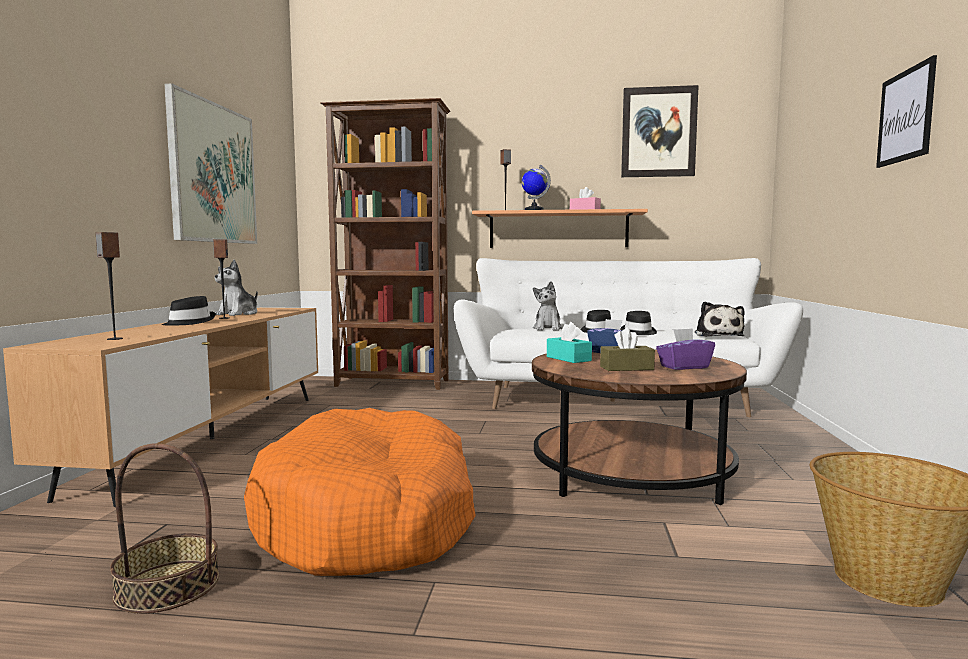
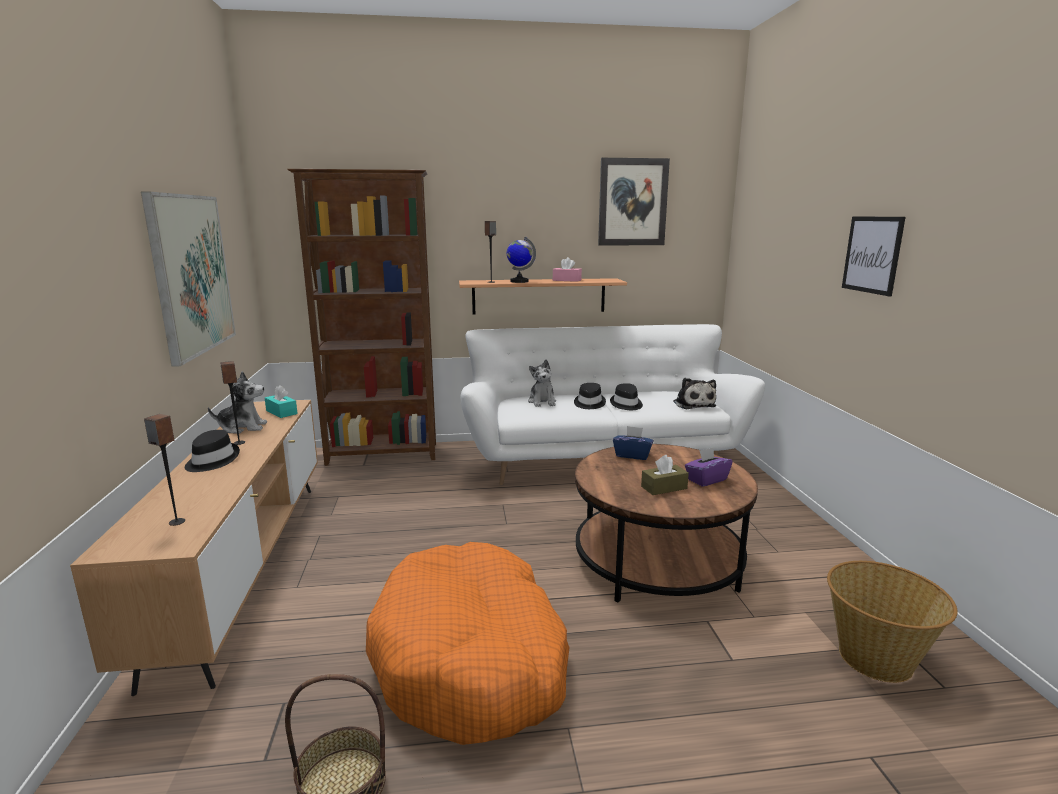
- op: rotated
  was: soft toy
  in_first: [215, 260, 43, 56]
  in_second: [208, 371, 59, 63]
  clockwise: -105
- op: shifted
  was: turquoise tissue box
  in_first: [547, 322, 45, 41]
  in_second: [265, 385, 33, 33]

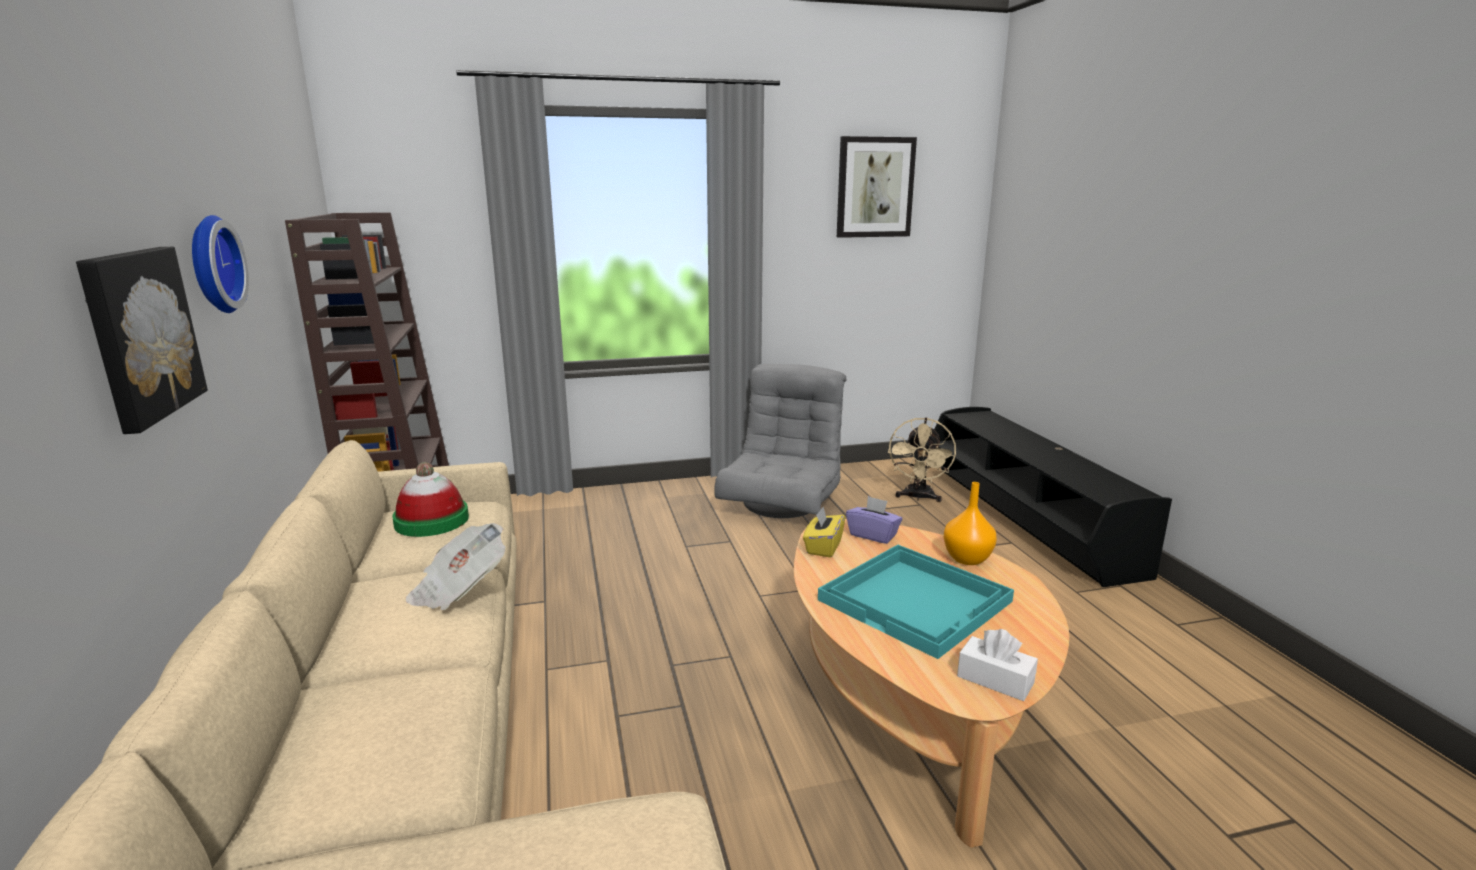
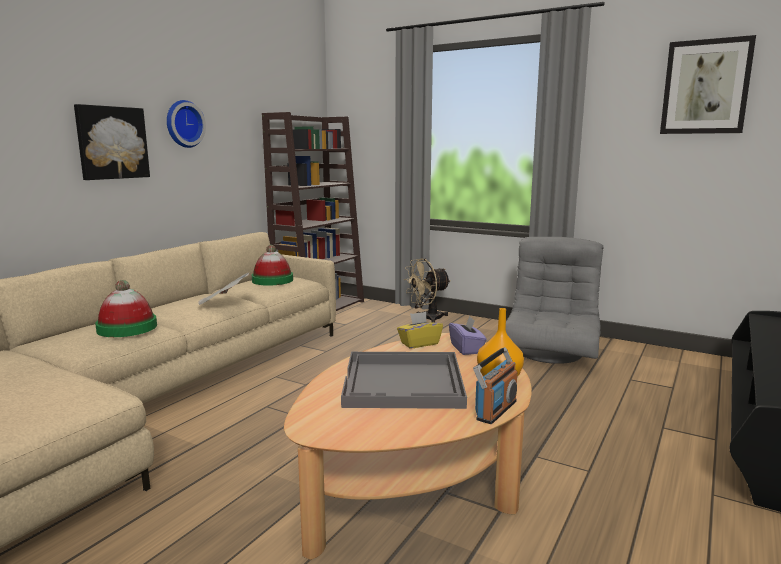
- op: new
  now: clothing hat
  in_second: [95, 280, 62, 57]
- op: repainted
  was: turquoise serving tray
  now: greyish serving tray
  in_first: [818, 545, 196, 114]
  in_second: [341, 352, 126, 57]
- op: shifted
  was: beige fan
  in_first: [888, 417, 68, 85]
  in_second: [404, 258, 46, 65]
- op: new
  now: radio receiver
  in_second: [473, 347, 44, 77]
- op: rotated
  was: greyish armchair
  in_first: [714, 364, 133, 154]
  in_second: [506, 237, 97, 127]
  clockwise: -45
- op: gone
  was: white tissue box
  in_first: [957, 629, 81, 72]

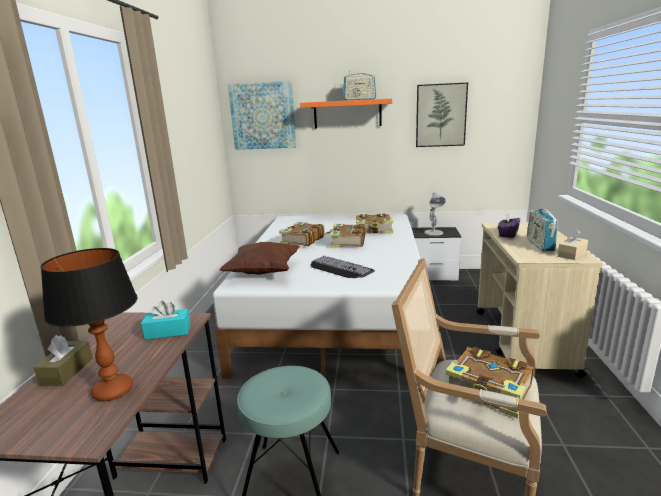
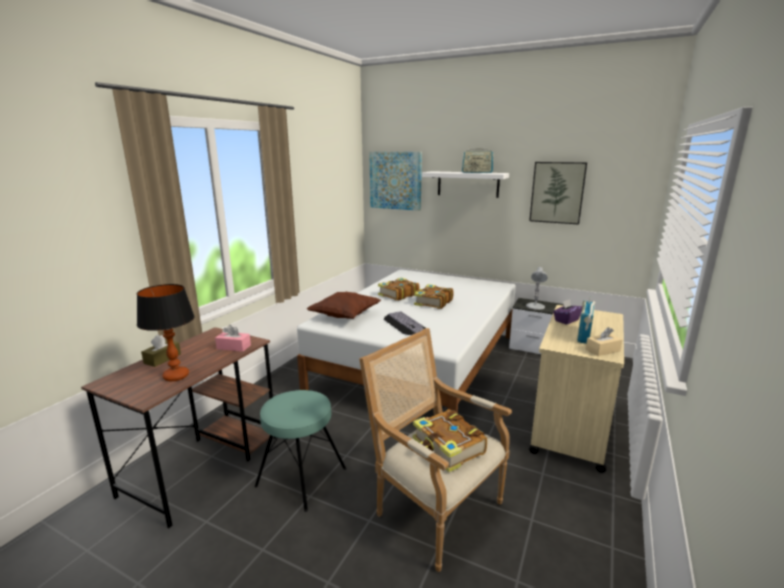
- op: repainted
  was: turquoise tissue box
  now: pinkish tissue box
  in_first: [141, 301, 50, 39]
  in_second: [215, 325, 36, 27]
- op: repainted
  was: orangey wall shelf
  now: white wall shelf
  in_first: [300, 99, 92, 29]
  in_second: [422, 171, 87, 27]
- op: gone
  was: volume
  in_first: [356, 213, 37, 21]

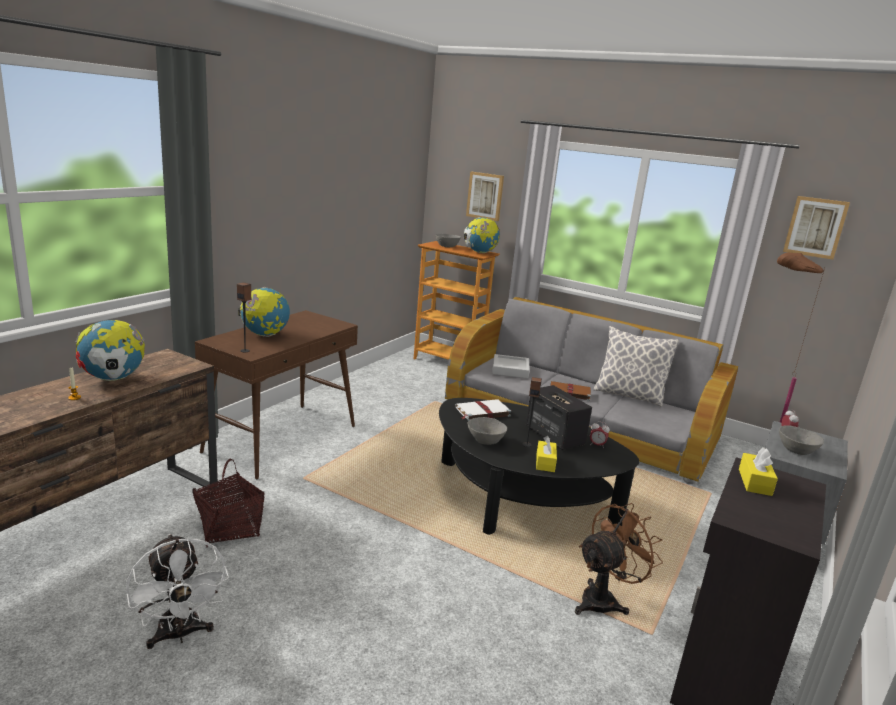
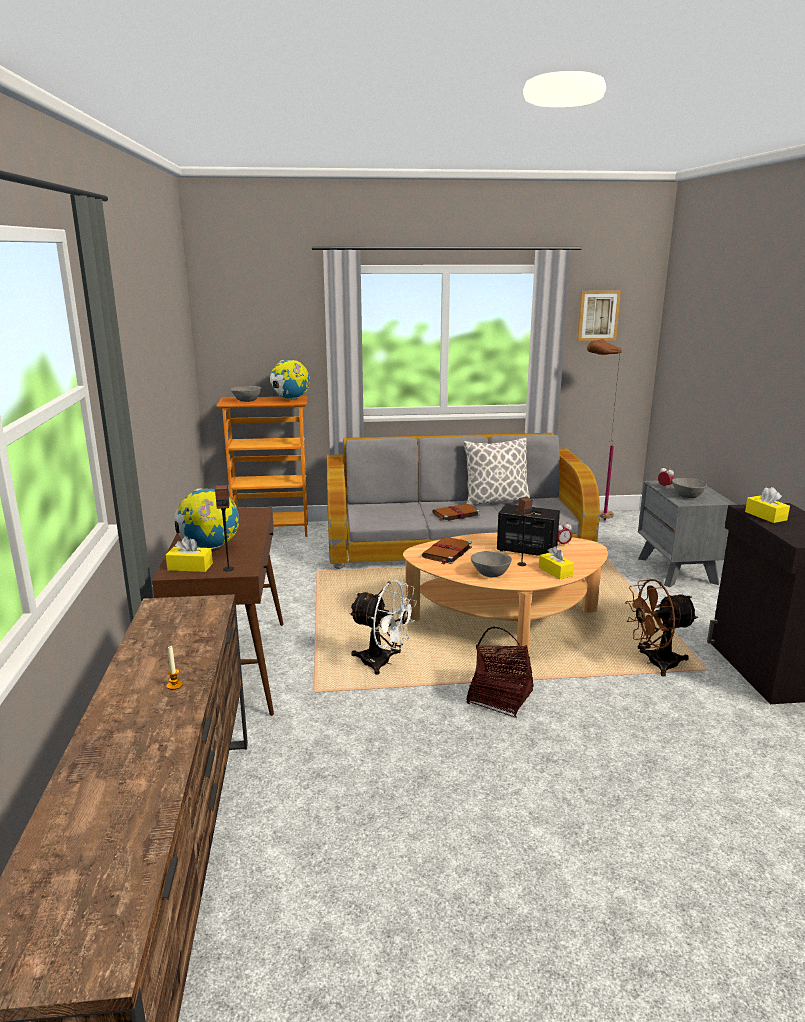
- op: new
  now: yellow tissue box
  in_second: [166, 536, 47, 36]
- op: shifted
  was: white fan
  in_first: [126, 534, 103, 115]
  in_second: [349, 580, 68, 95]
- op: repainted
  was: black coffee table
  now: beige coffee table
  in_first: [439, 398, 200, 137]
  in_second: [403, 533, 205, 125]
- op: repainted
  was: white volume
  now: brown-coloured volume
  in_first: [456, 399, 55, 22]
  in_second: [422, 537, 50, 27]
- op: shifted
  was: household basket
  in_first: [192, 459, 73, 89]
  in_second: [466, 627, 68, 91]
- op: rotated
  was: brown-coloured fan
  in_first: [575, 503, 88, 112]
  in_second: [625, 579, 73, 98]
  clockwise: -120
- op: gone
  was: world globe
  in_first: [76, 320, 69, 61]
- op: gone
  was: picture
  in_first: [466, 172, 38, 49]
- op: gone
  was: greyish serving tray
  in_first: [492, 354, 38, 24]

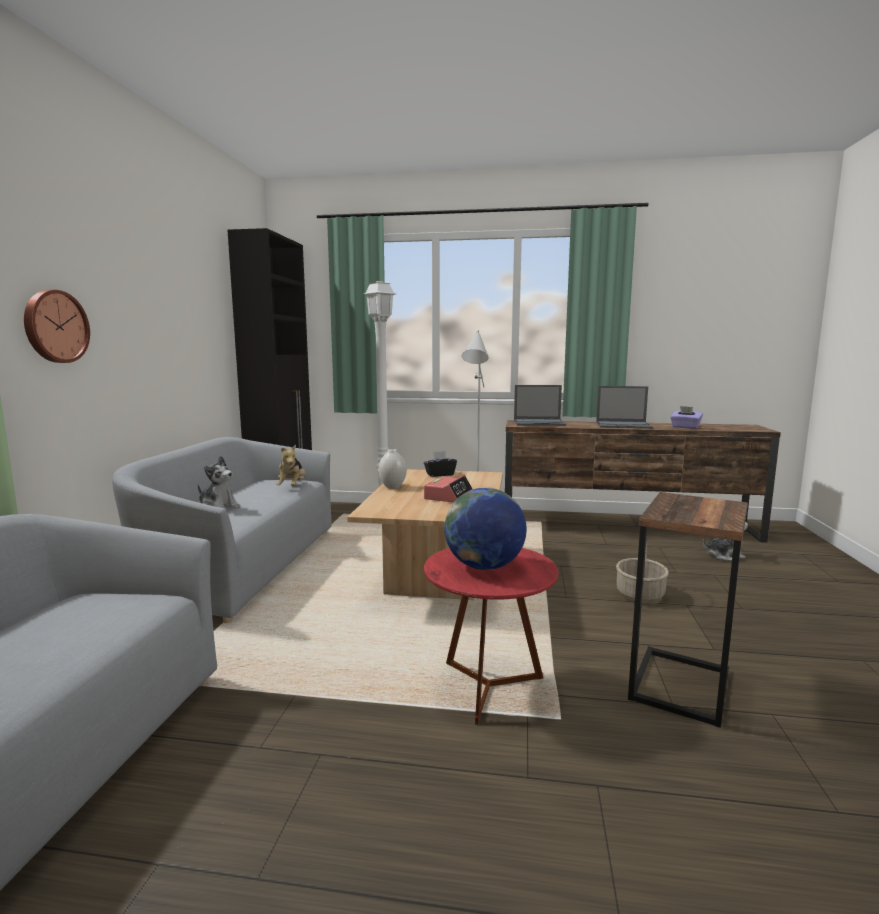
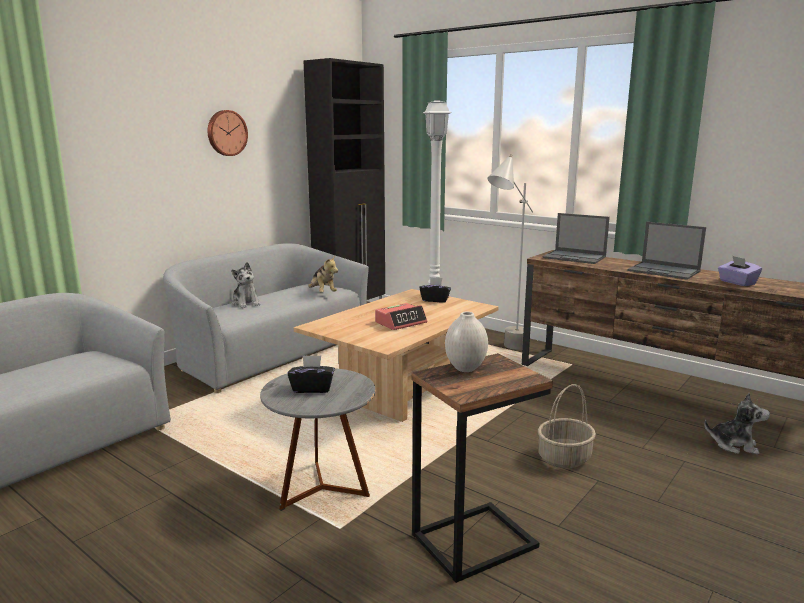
- op: shifted
  was: clock on the wall
  in_first: [24, 290, 66, 73]
  in_second: [208, 110, 40, 46]
- op: repainted
  was: red-coloured side table
  now: greyish side table
  in_first: [424, 548, 135, 177]
  in_second: [260, 368, 115, 143]
- op: swapped
  was: world globe
  now: black tissue box
  in_first: [444, 488, 83, 82]
  in_second: [288, 355, 47, 38]
- op: rotated
  was: soft toy
  in_first: [276, 445, 30, 41]
  in_second: [308, 256, 30, 36]
  clockwise: -60
- op: shifted
  was: white decorative vase
  in_first: [378, 449, 29, 40]
  in_second: [445, 312, 43, 60]

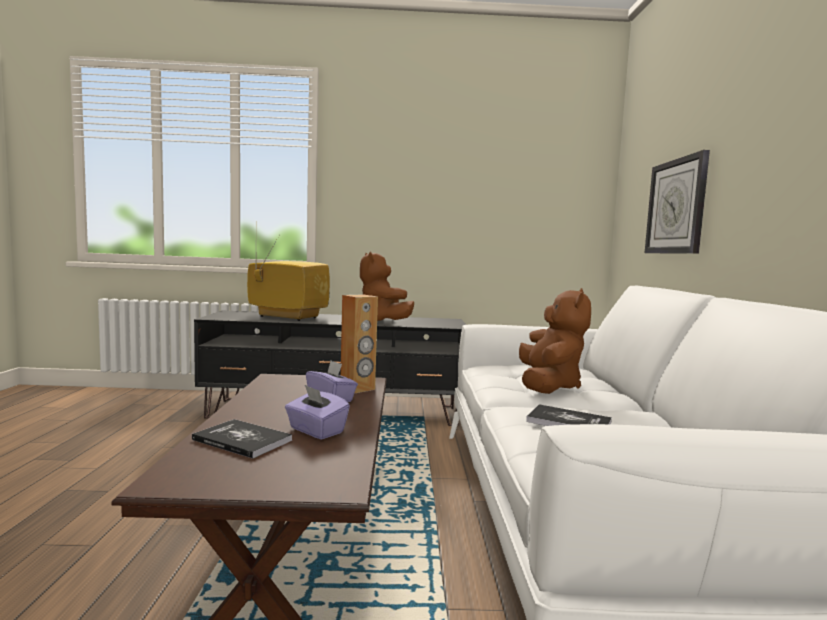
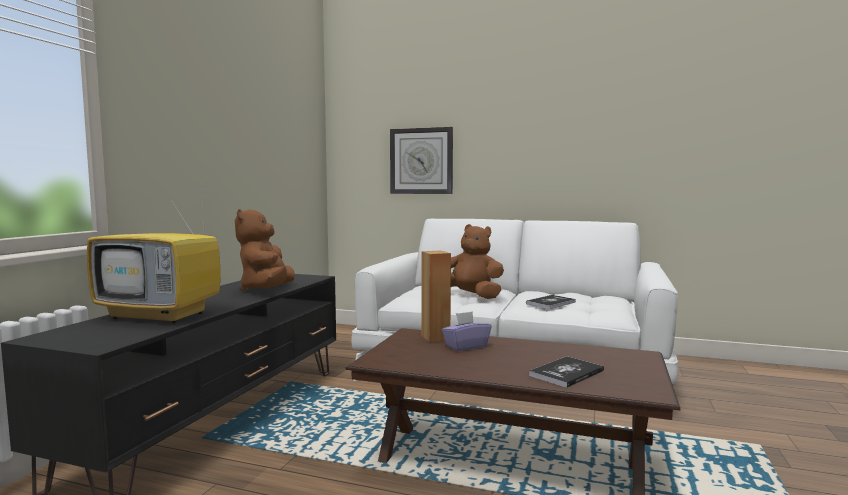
- op: rotated
  was: TV
  in_first: [247, 238, 83, 83]
  in_second: [87, 191, 133, 133]
  clockwise: -120
- op: rotated
  was: brown-coloured soft toy
  in_first: [360, 252, 54, 69]
  in_second: [235, 209, 60, 82]
  clockwise: 90
- op: gone
  was: purple tissue box
  in_first: [285, 385, 65, 55]

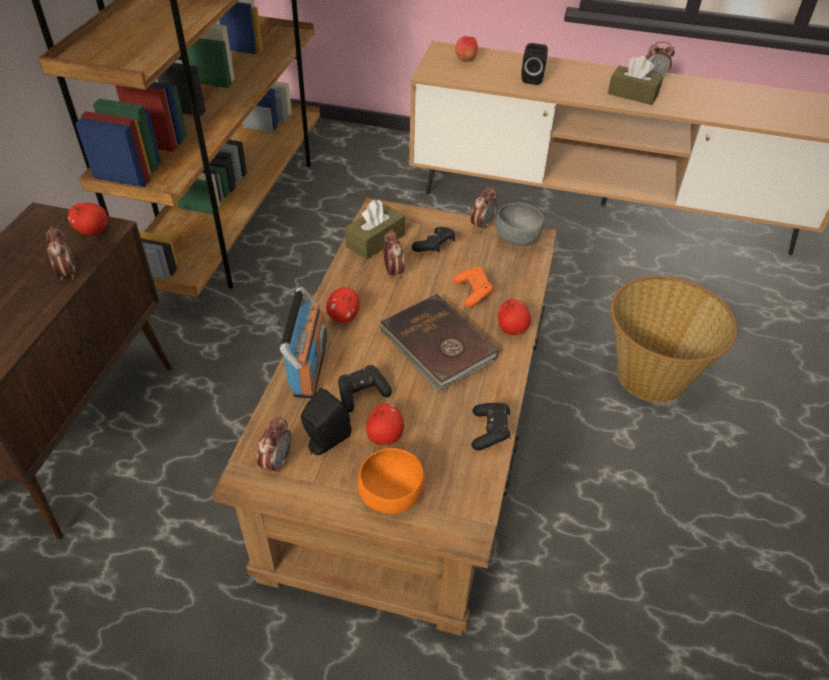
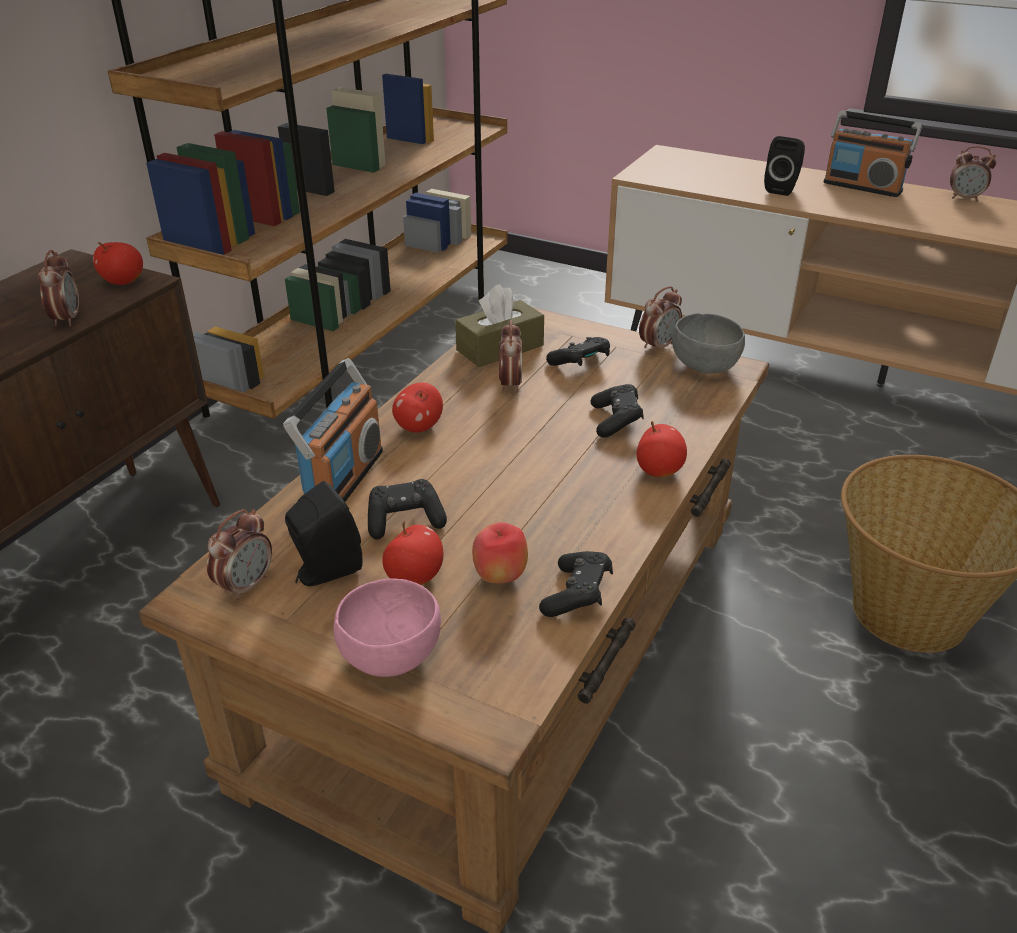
- op: repainted
  was: orangey bowl
  now: pinkish bowl
  in_first: [358, 448, 67, 66]
  in_second: [334, 578, 107, 99]
- op: shifted
  was: apple fruit
  in_first: [455, 36, 23, 26]
  in_second: [472, 522, 56, 61]
- op: repainted
  was: orangey game controller
  now: black game controller
  in_first: [453, 267, 41, 41]
  in_second: [591, 384, 53, 54]
- op: new
  now: radio receiver
  in_second: [823, 110, 99, 87]
- op: gone
  was: brown-coloured volume
  in_first: [380, 294, 119, 97]
- op: gone
  was: brown-coloured tissue box
  in_first: [608, 56, 55, 49]

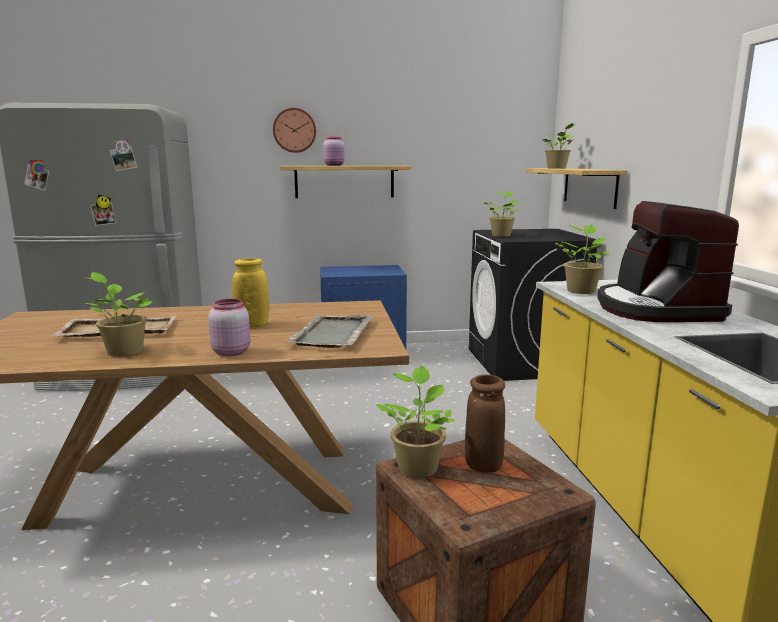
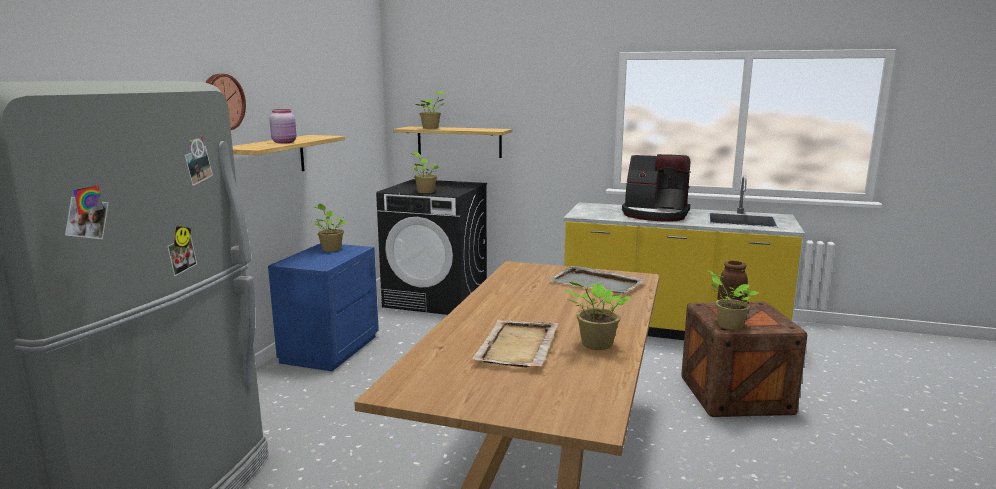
- op: shifted
  was: plant in a pot
  in_first: [556, 225, 53, 69]
  in_second: [312, 204, 33, 48]
- op: gone
  was: pinkish preserve jar
  in_first: [208, 299, 42, 57]
- op: gone
  was: yellow decorative vase
  in_first: [232, 258, 38, 69]

